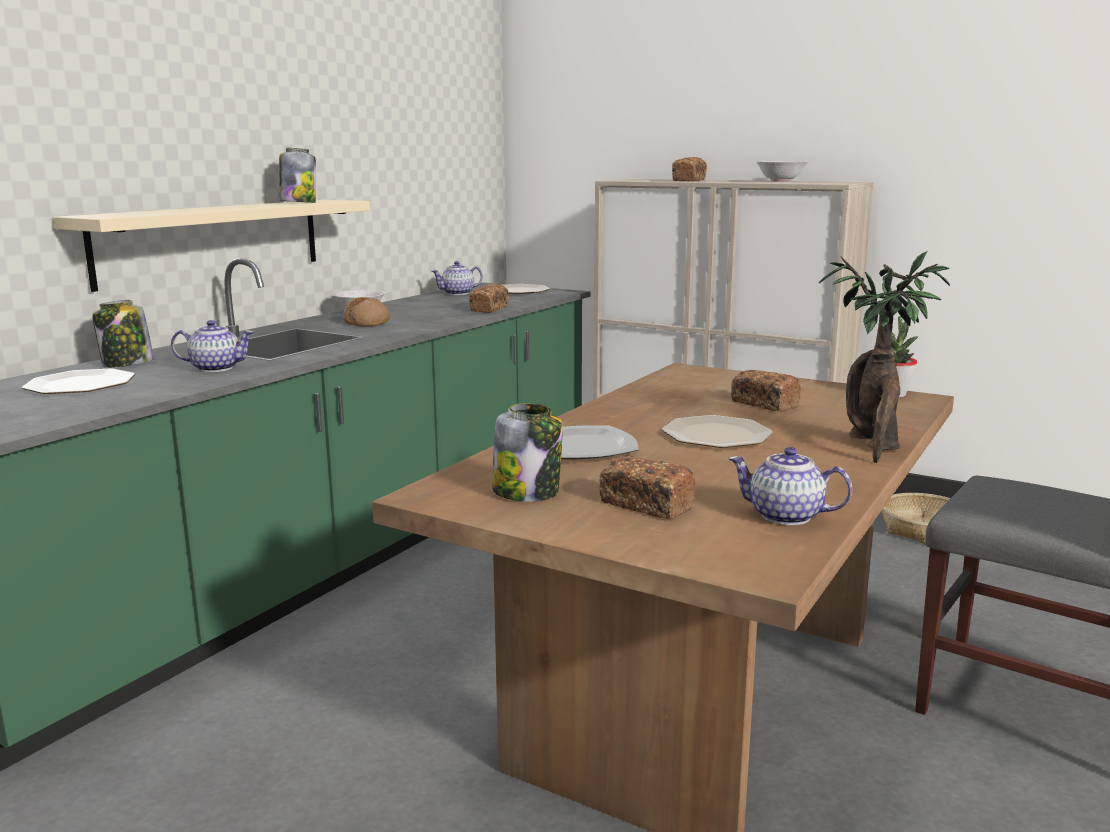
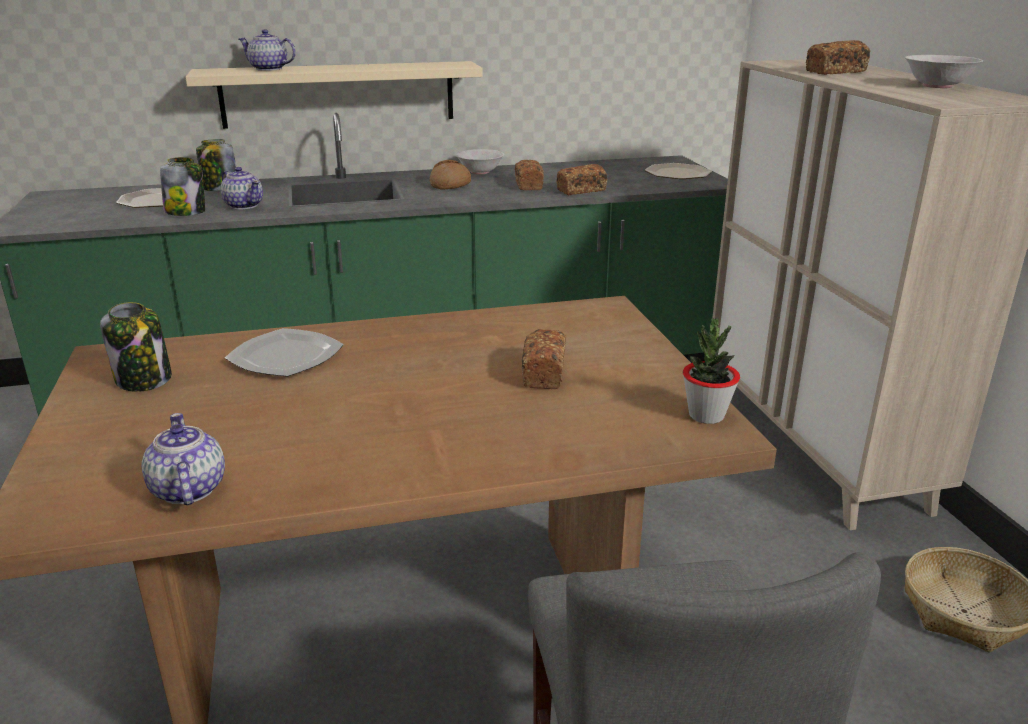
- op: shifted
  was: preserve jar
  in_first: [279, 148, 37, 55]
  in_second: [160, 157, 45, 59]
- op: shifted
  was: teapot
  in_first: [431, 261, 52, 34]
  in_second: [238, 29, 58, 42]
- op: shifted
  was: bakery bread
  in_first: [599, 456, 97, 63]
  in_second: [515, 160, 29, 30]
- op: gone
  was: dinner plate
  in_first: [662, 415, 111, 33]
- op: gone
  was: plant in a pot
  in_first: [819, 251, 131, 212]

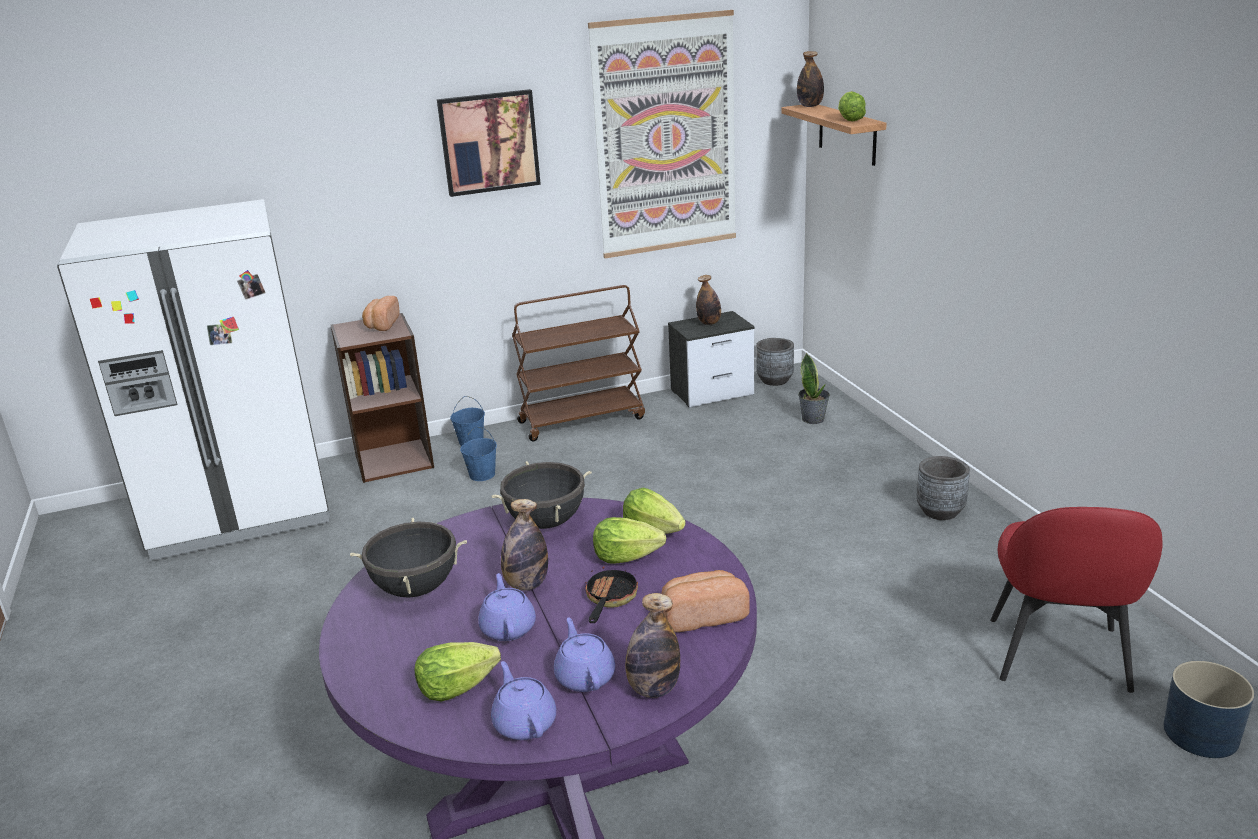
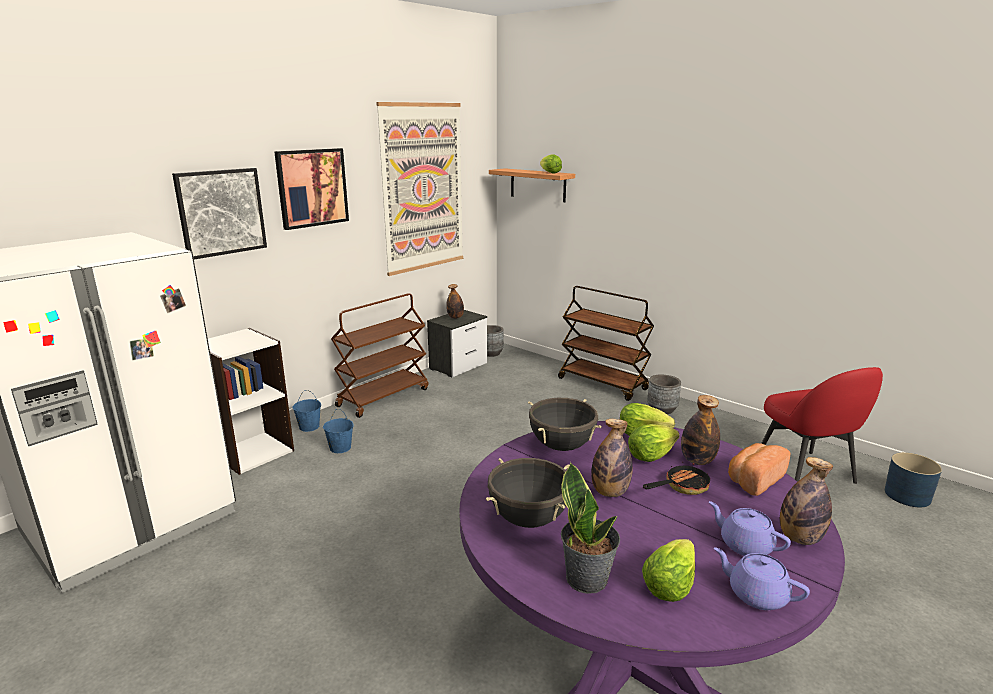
- op: new
  now: picture
  in_second: [172, 168, 95, 91]
- op: repainted
  was: brown-coloured bookcase
  now: white bookcase
  in_first: [331, 313, 103, 170]
  in_second: [208, 328, 86, 147]
- op: new
  now: brown-coloured wheeled cart
  in_second: [558, 286, 96, 115]
- op: shifted
  was: plant in a pot
  in_first: [798, 353, 32, 71]
  in_second: [561, 462, 59, 132]
- op: rotated
  was: frying pan
  in_first: [585, 566, 53, 57]
  in_second: [643, 463, 68, 32]
  clockwise: 75
- op: shifted
  was: beverage bottle
  in_first: [797, 51, 27, 56]
  in_second: [681, 395, 39, 70]
- op: gone
  was: bakery bread
  in_first: [362, 296, 37, 35]
- op: gone
  was: purple teapot
  in_first: [478, 573, 58, 68]

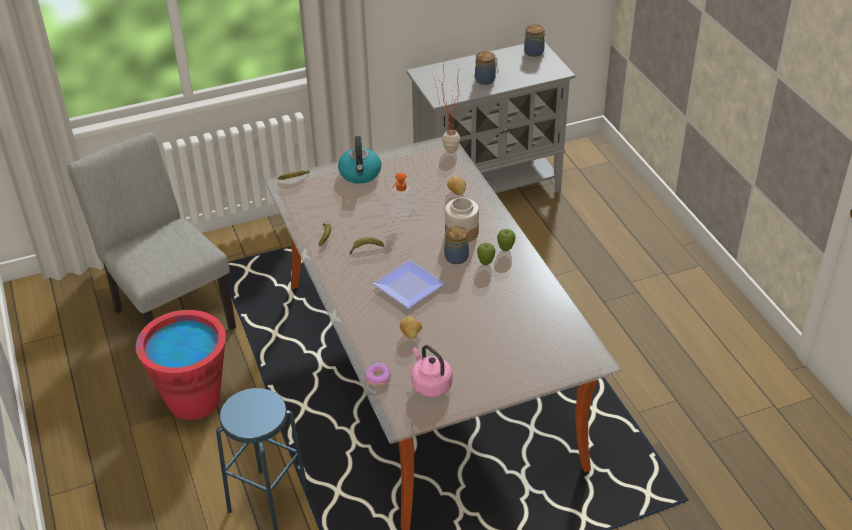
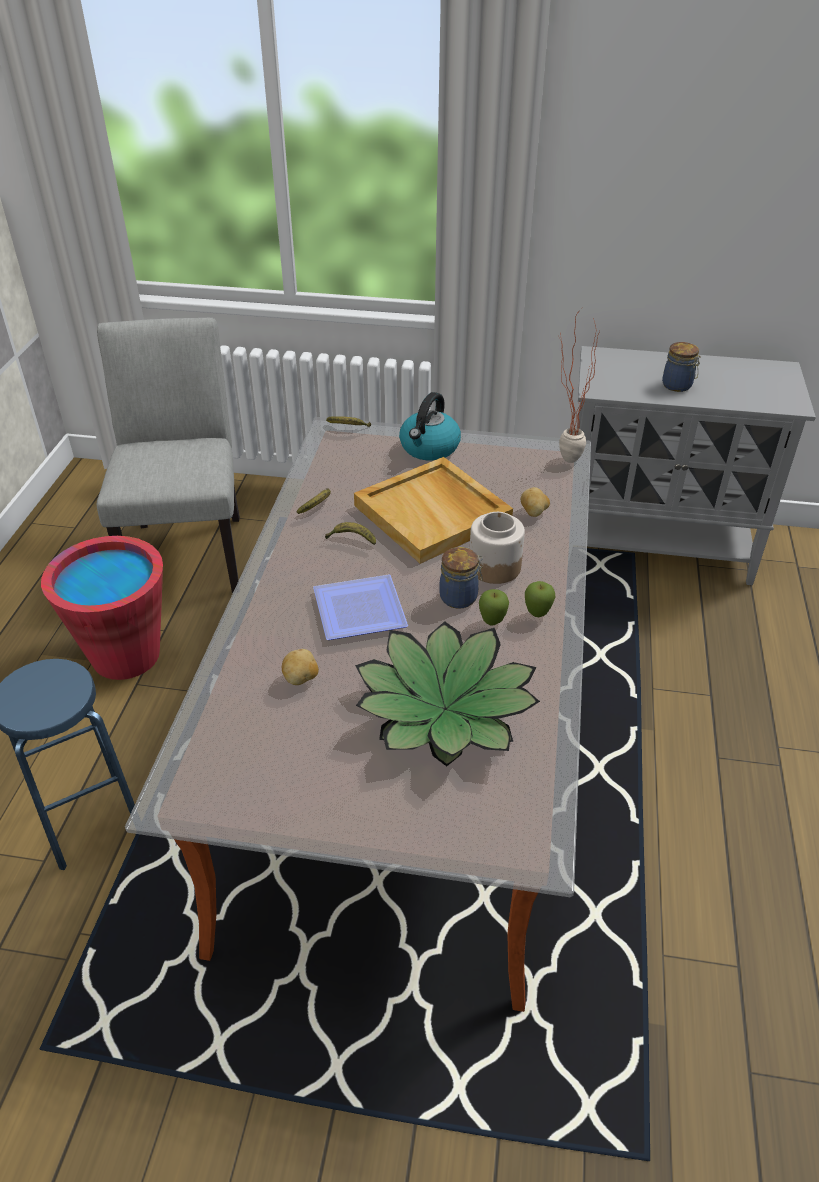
- op: swapped
  was: soap dispenser
  now: beige serving tray
  in_first: [390, 173, 24, 46]
  in_second: [354, 457, 159, 107]
- op: new
  now: plant in a pot
  in_second: [355, 621, 185, 146]
- op: gone
  was: donut
  in_first: [364, 363, 27, 23]
- op: gone
  was: pinkish kettle
  in_first: [411, 345, 42, 52]
- op: gone
  was: preserve jar
  in_first: [524, 24, 21, 33]

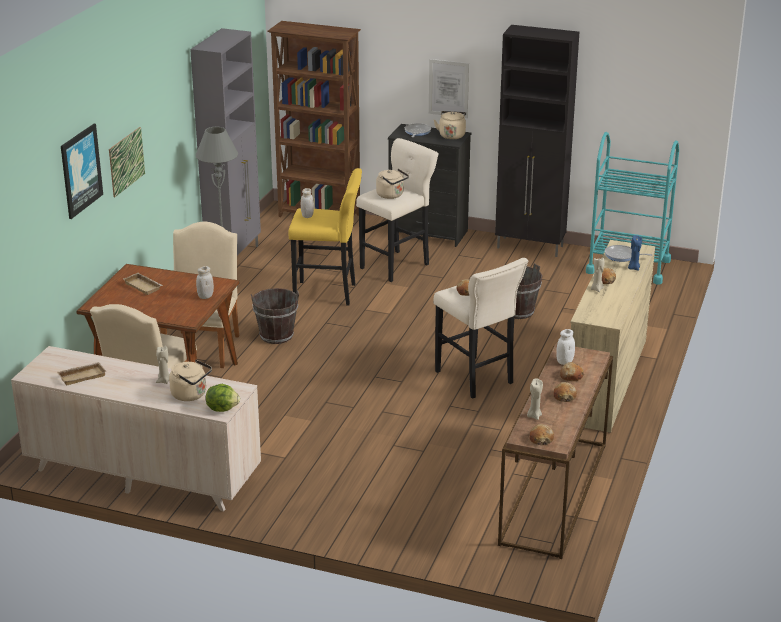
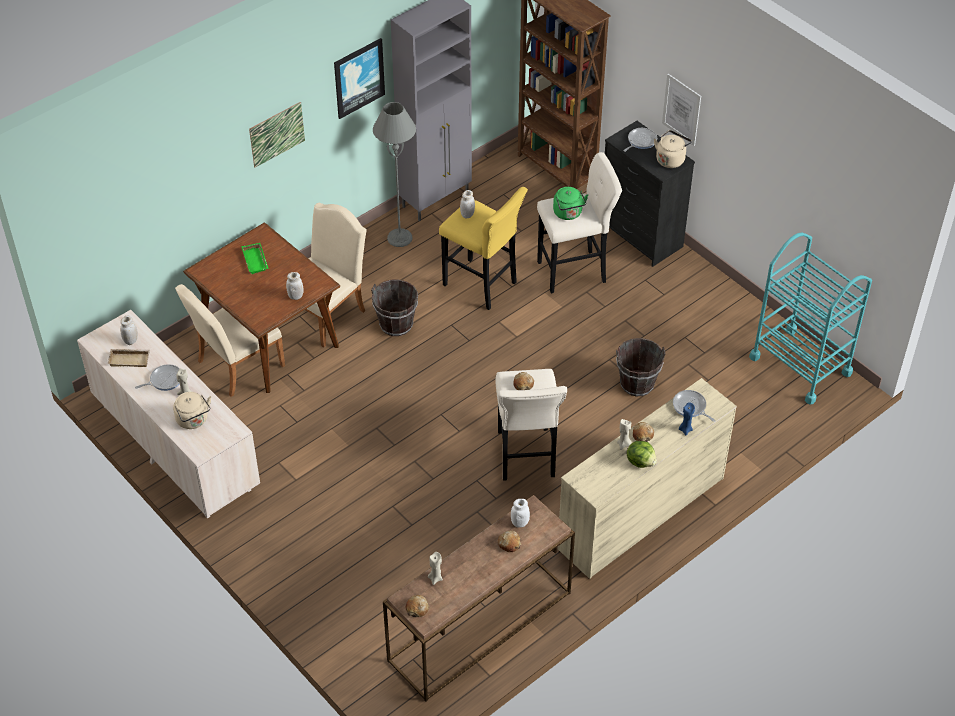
- op: new
  now: white preserve jar
  in_second: [120, 315, 18, 30]
- op: new
  now: frying pan
  in_second: [135, 364, 45, 27]
- op: repainted
  was: beige serving tray
  now: greenish serving tray
  in_first: [123, 273, 40, 22]
  in_second: [241, 243, 28, 31]
- op: shifted
  was: picture
  in_first: [61, 124, 42, 95]
  in_second: [334, 38, 51, 81]
- op: repainted
  was: beige kettle
  now: greenish kettle
  in_first: [376, 169, 33, 30]
  in_second: [553, 187, 35, 33]
- op: shifted
  was: head of lettuce
  in_first: [206, 384, 34, 28]
  in_second: [627, 441, 30, 27]
- op: gone
  was: black storage cabinet
  in_first: [495, 25, 84, 232]
- op: gone
  was: bakery bread
  in_first: [554, 382, 23, 20]

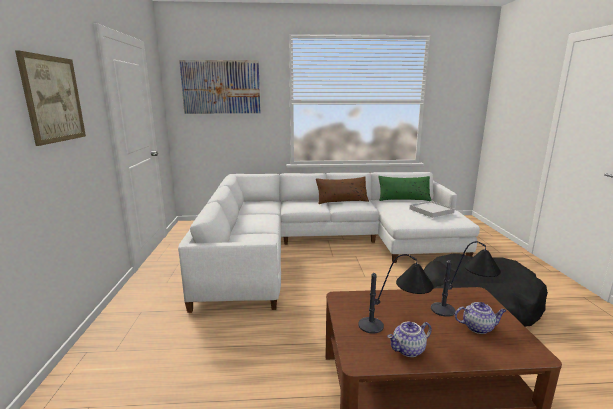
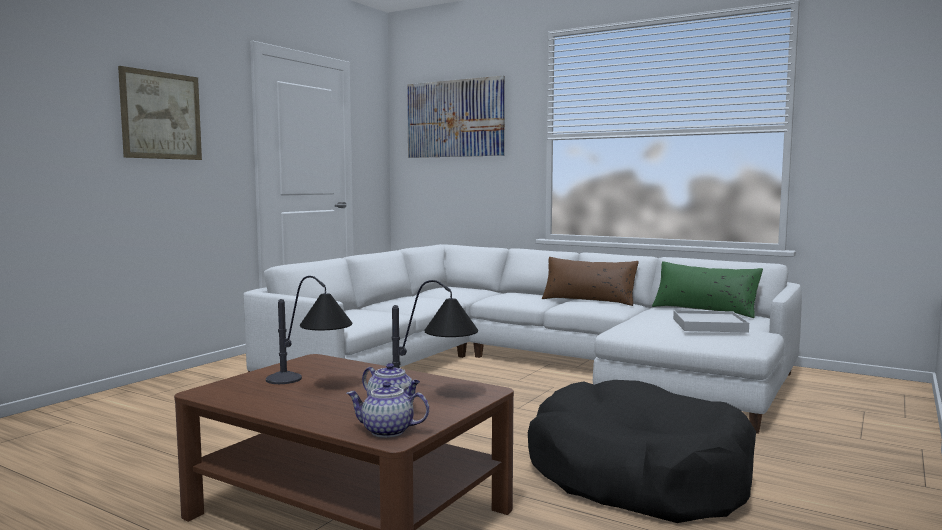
- op: shifted
  was: teapot
  in_first: [387, 322, 45, 35]
  in_second: [347, 382, 82, 56]

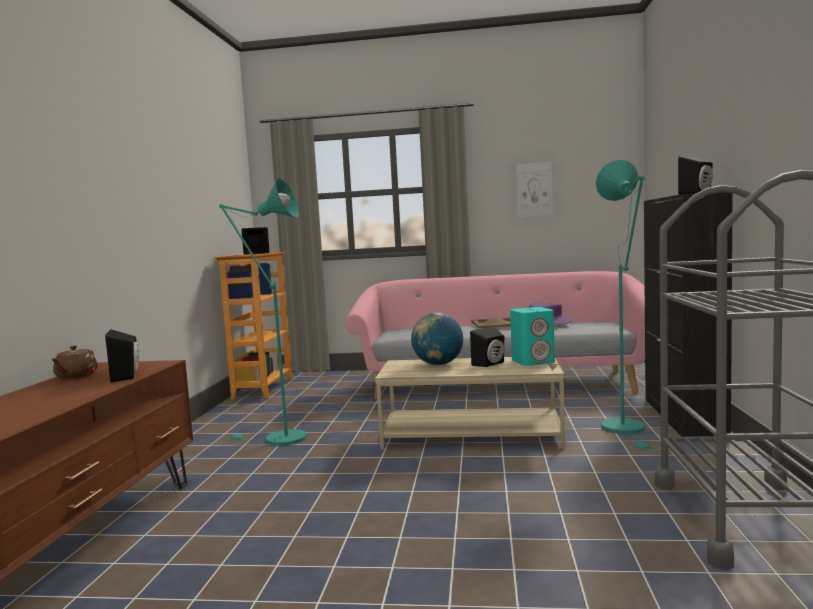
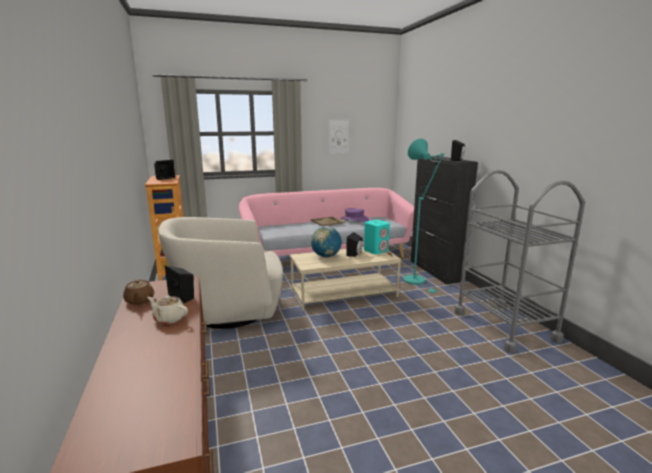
- op: new
  now: beige teapot
  in_second: [147, 296, 41, 28]
- op: swapped
  was: turquoise standard lamp
  now: beige armchair
  in_first: [219, 178, 88, 268]
  in_second: [158, 217, 125, 112]

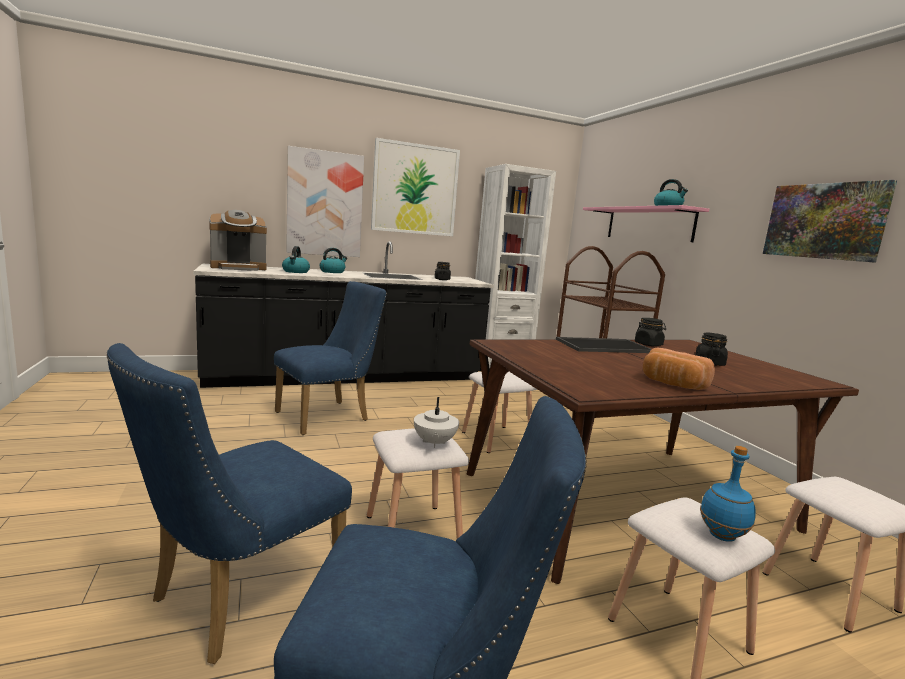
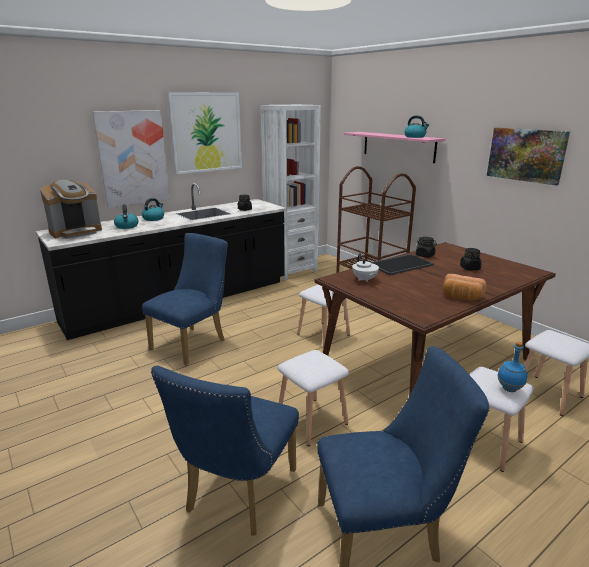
- op: shifted
  was: white teapot
  in_first: [414, 397, 45, 51]
  in_second: [352, 254, 27, 28]

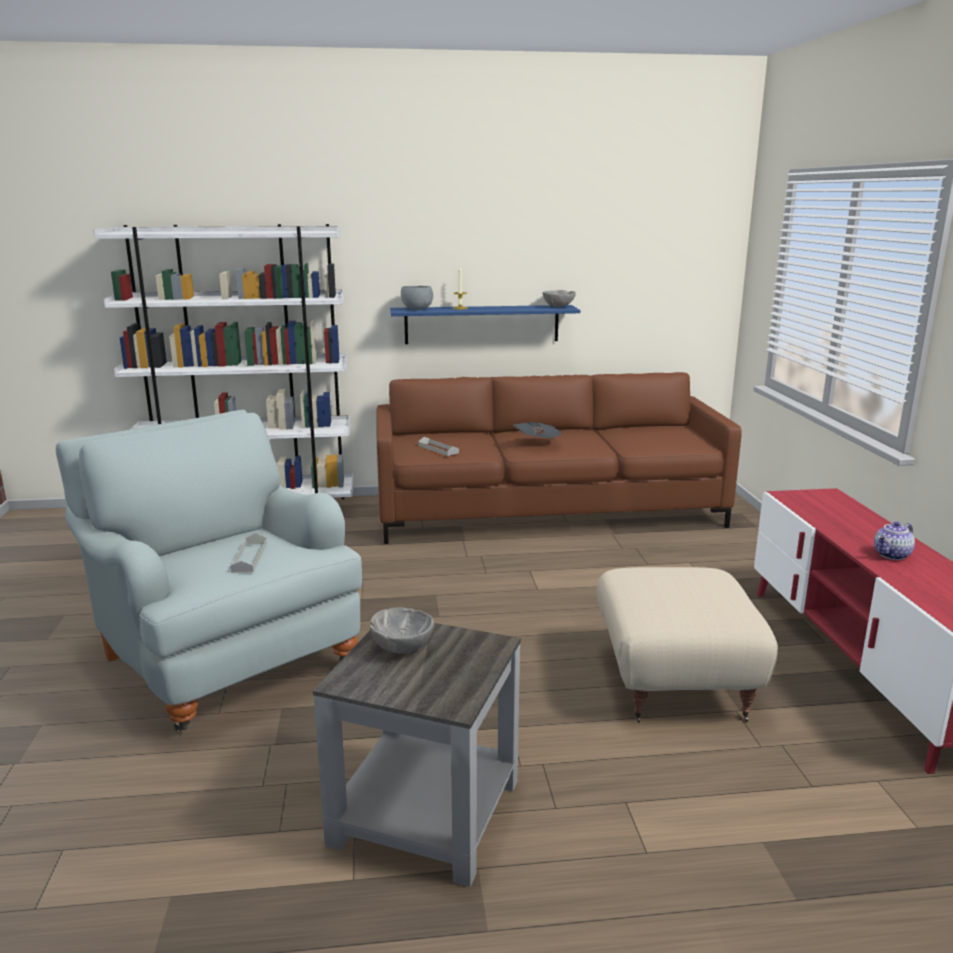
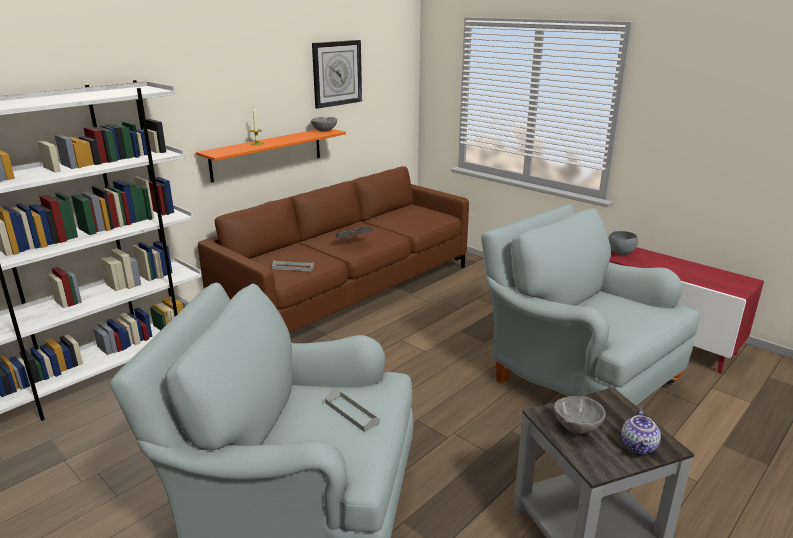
- op: repainted
  was: blue-coloured wall shelf
  now: orangey wall shelf
  in_first: [390, 305, 190, 39]
  in_second: [196, 129, 150, 54]
- op: new
  now: clock on the wall
  in_second: [312, 40, 50, 69]
- op: swapped
  was: beige pouffe
  now: greyish armchair
  in_first: [596, 567, 182, 156]
  in_second: [481, 204, 218, 202]
- op: shifted
  was: greyish bowl
  in_first: [401, 286, 32, 24]
  in_second: [608, 231, 30, 24]
- op: shifted
  was: teapot
  in_first: [874, 522, 41, 38]
  in_second: [621, 408, 40, 47]

